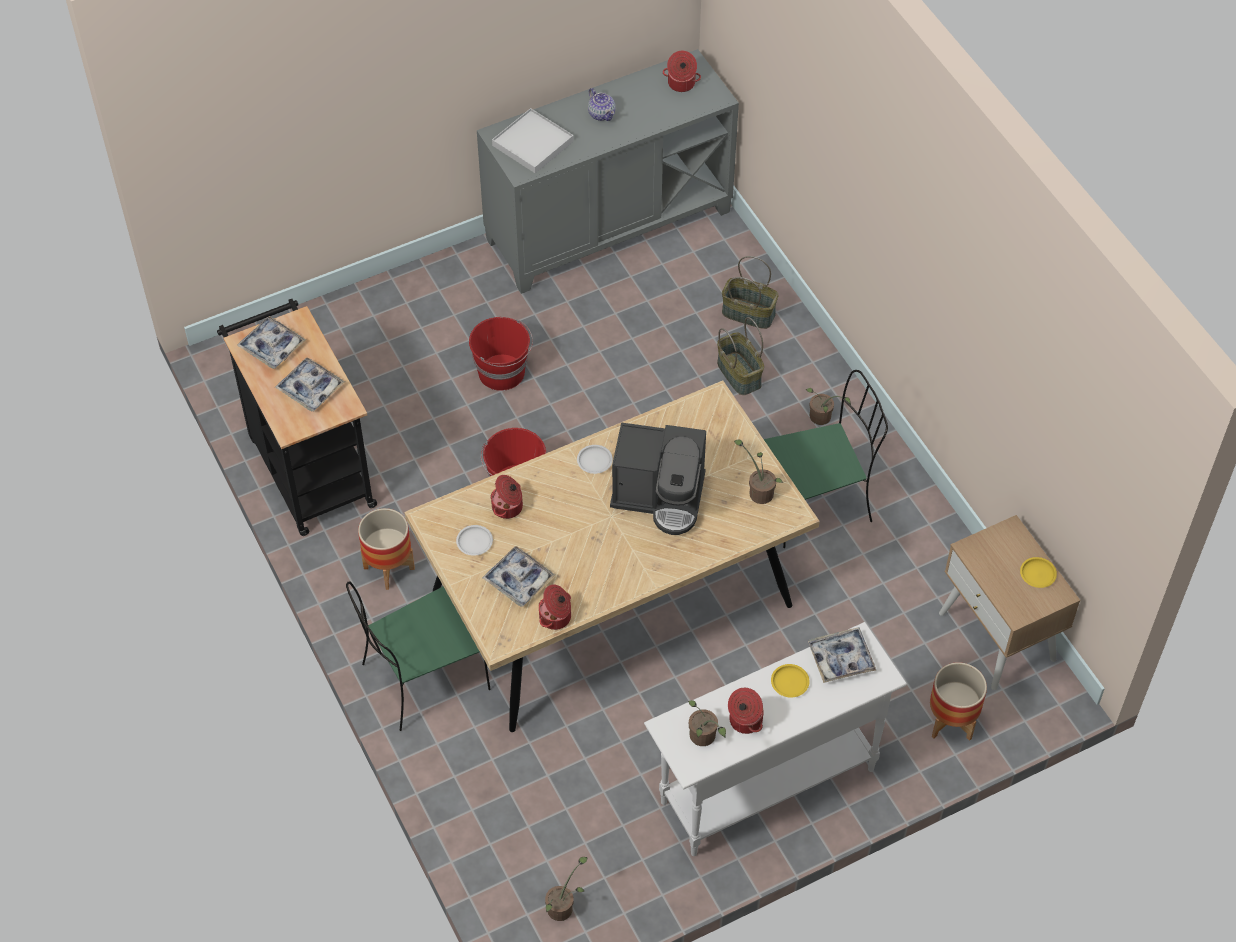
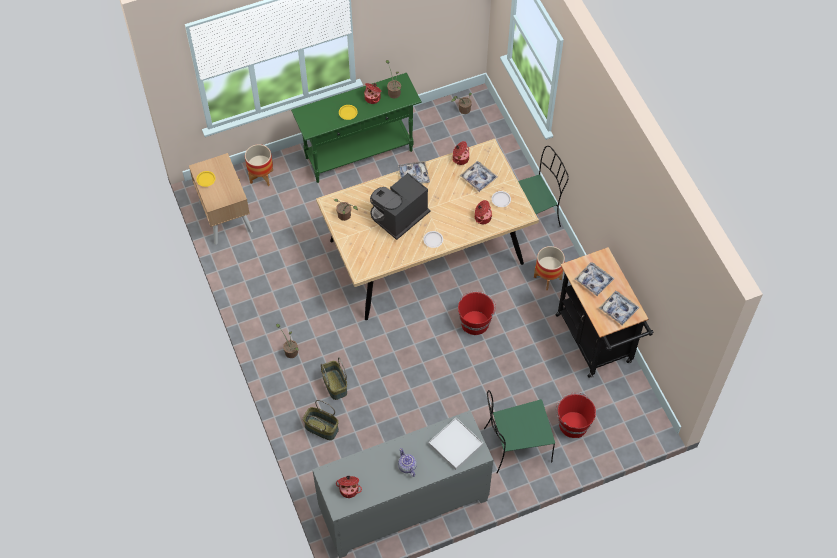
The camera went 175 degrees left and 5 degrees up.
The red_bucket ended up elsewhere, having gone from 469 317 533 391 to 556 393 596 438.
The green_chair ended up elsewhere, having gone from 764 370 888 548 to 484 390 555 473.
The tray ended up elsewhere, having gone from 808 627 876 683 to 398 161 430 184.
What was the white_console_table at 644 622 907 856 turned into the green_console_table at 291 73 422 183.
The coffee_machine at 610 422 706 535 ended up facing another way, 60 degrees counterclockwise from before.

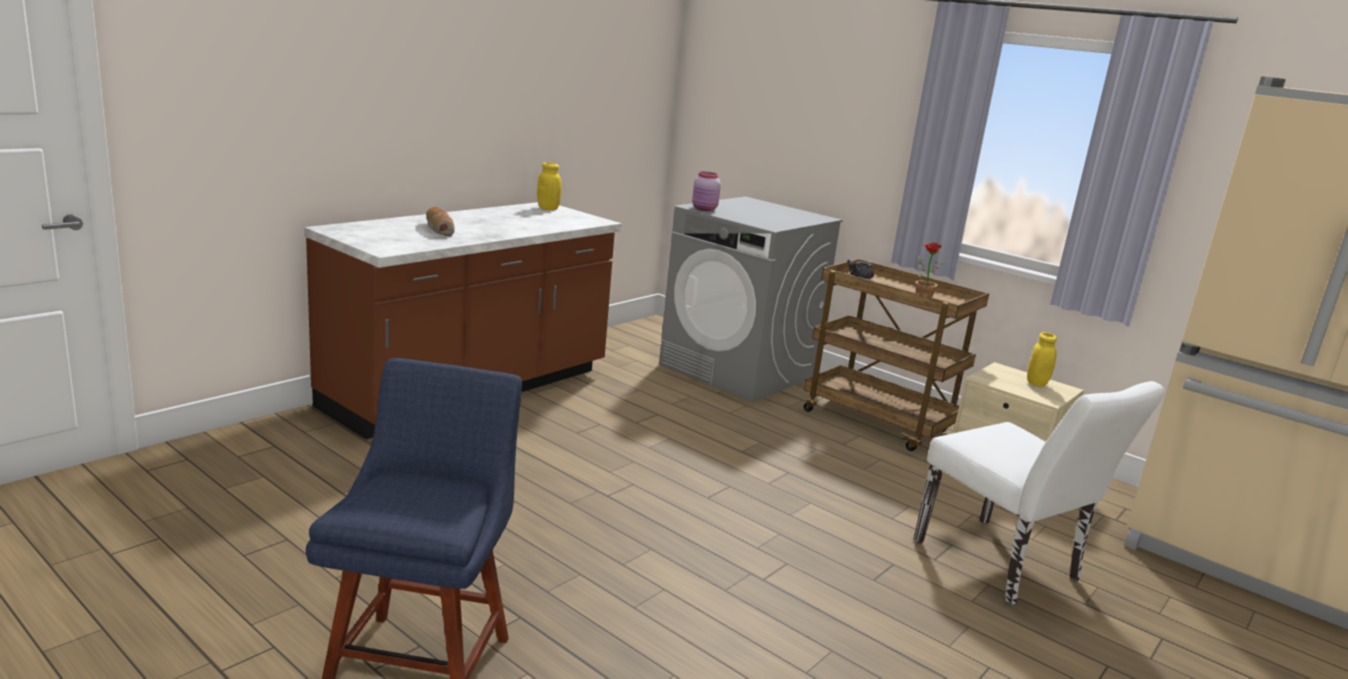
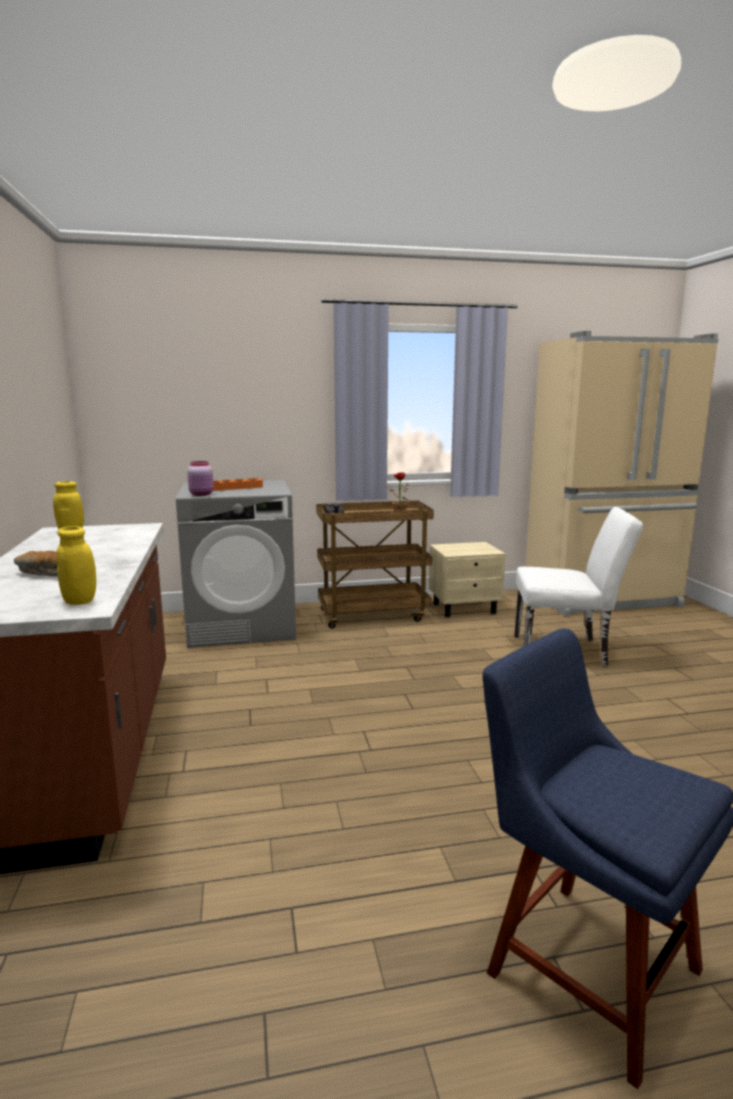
The camera went 50 degrees left and 5 degrees down.
The second view gained the orange_tray at 213 478 263 491.
The yellow_jar ended up elsewhere, having gone from 1027 332 1057 387 to 56 526 96 605.

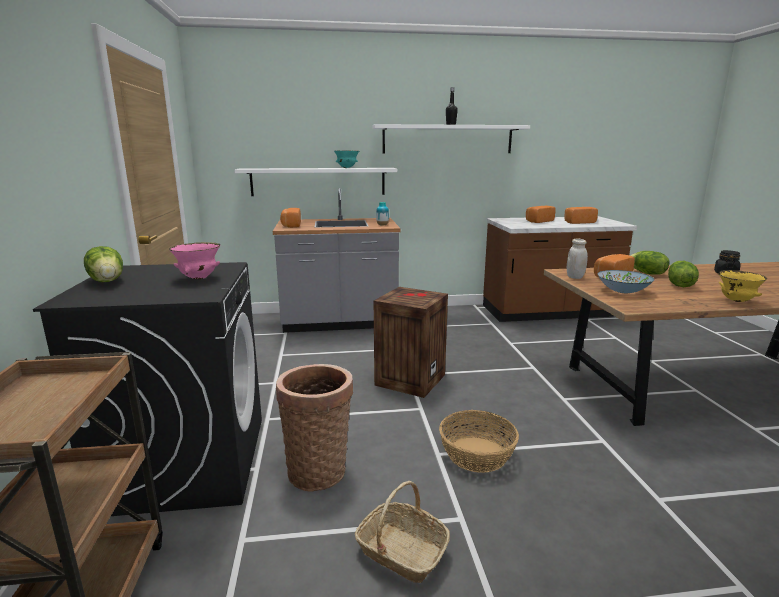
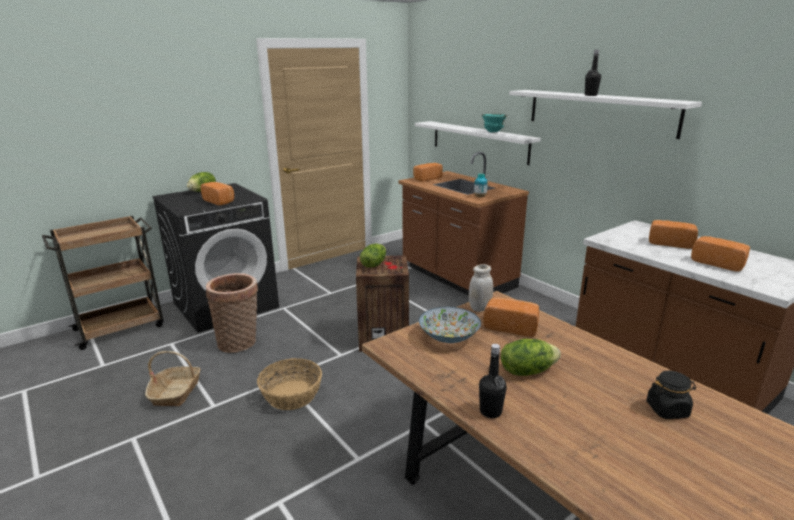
The camera went 60 degrees right and 5 degrees up.
The lettuce ended up elsewhere, having gone from 630 251 669 275 to 360 244 386 268.
Where the pink_bowl stood at 169 242 220 279, the bread came to stand at 201 182 234 205.
Where the yellow_bowl stood at 719 270 767 302, the black_bottle came to stand at 479 344 507 418.
What was the grey_counter at 273 188 401 333 turned into the brown_counter at 398 152 529 296.

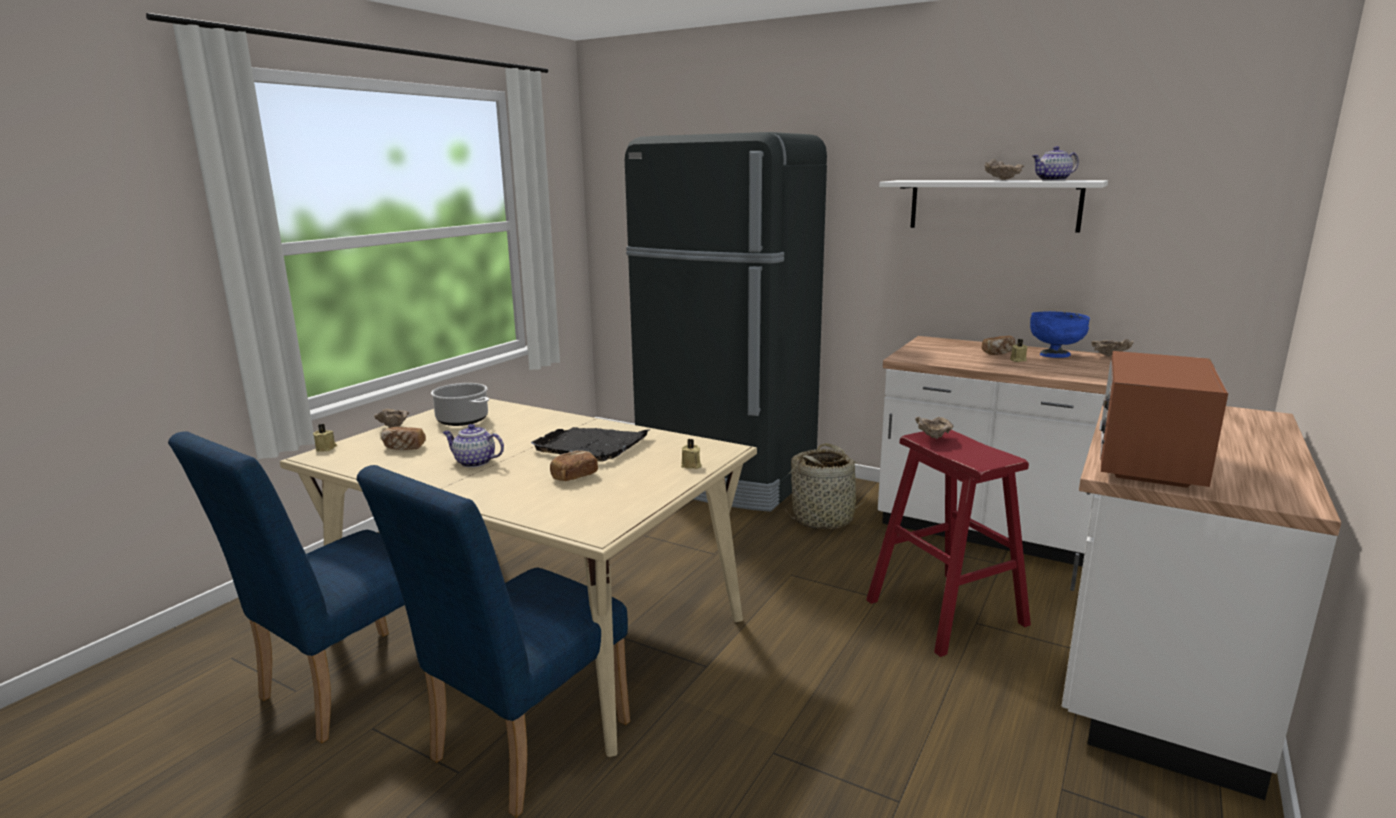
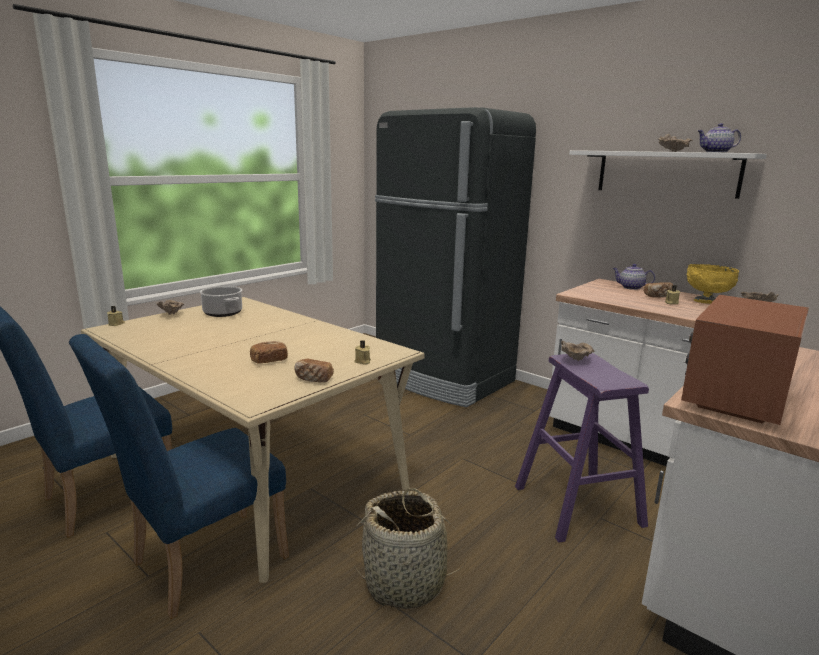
The camera went 10 degrees right and 0 degrees up.
The second view lost the black_tray at 531 427 651 462.
The bread ended up elsewhere, having gone from 381 427 426 450 to 294 359 334 382.
The teapot ended up elsewhere, having gone from 442 424 504 468 to 613 264 655 290.
The basket ended up elsewhere, having gone from 786 443 869 529 to 354 488 468 609.
What was the red_stool at 866 430 1031 657 turned into the purple_stool at 515 353 649 543.
What was the blue_bowl at 1030 311 1090 358 turned into the yellow_bowl at 687 264 739 304.

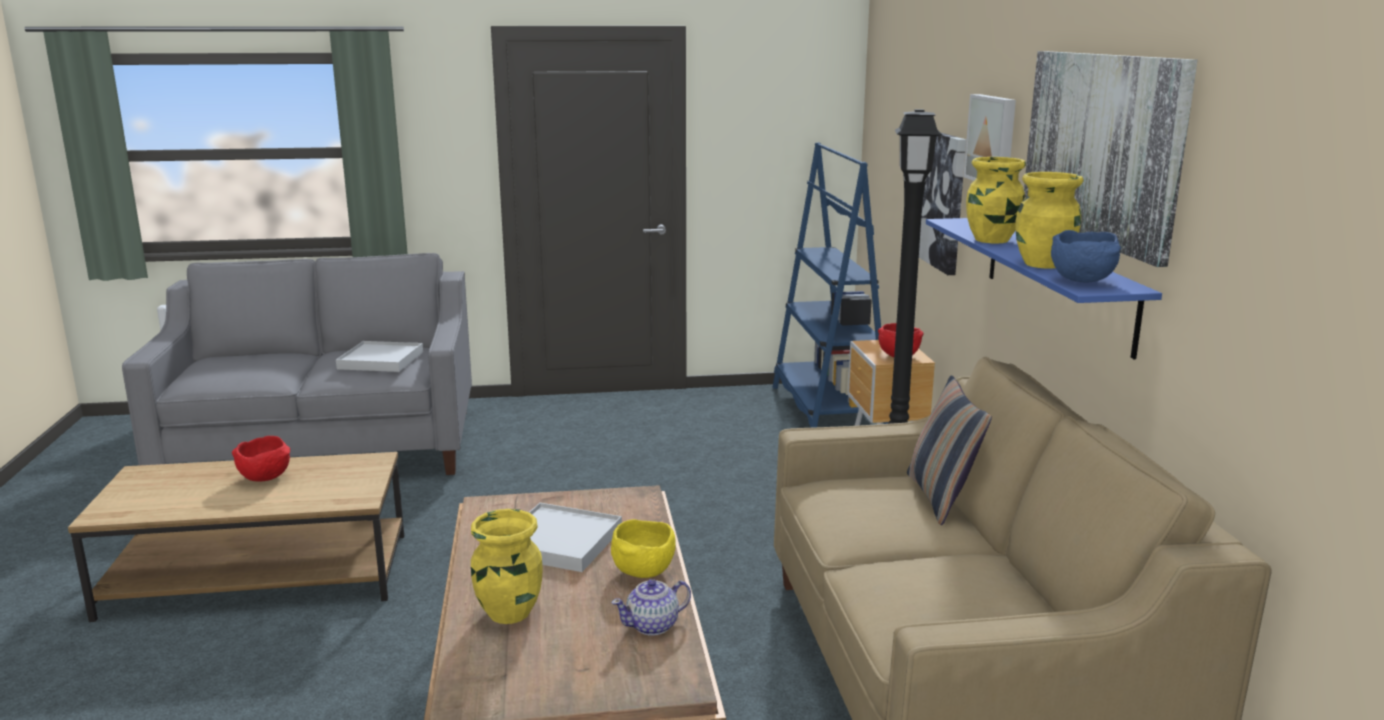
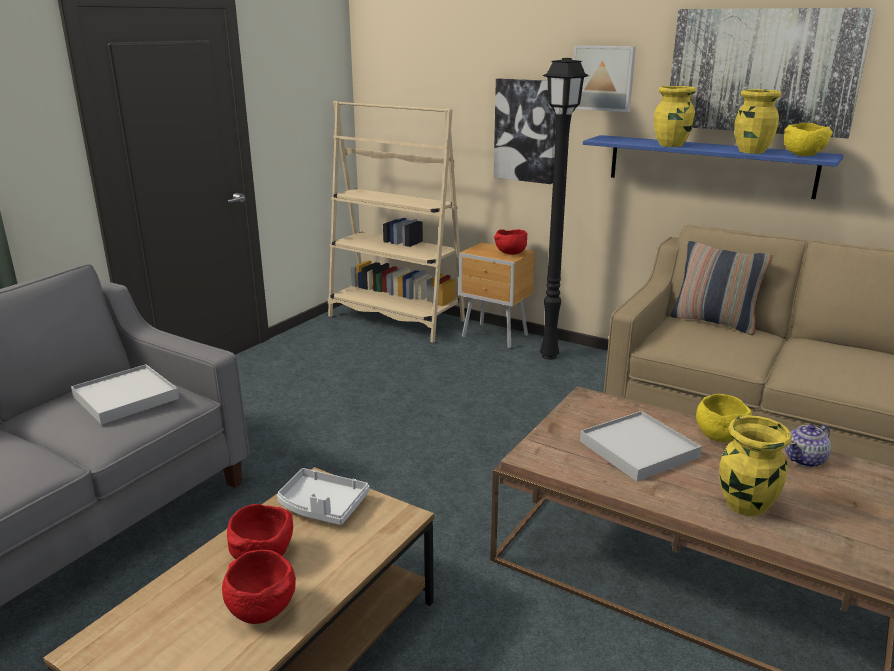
The camera went 50 degrees left and 5 degrees up.
The second view gained the red_bowl at 222 550 296 624.
The second view gained the white_tray at 277 468 369 525.
What was the blue_bookcase at 773 142 888 428 turned into the beige_bookcase at 328 101 465 343.
What was the blue_bowl at 1051 230 1121 283 turned into the yellow_bowl at 784 123 833 156.
The teapot at 612 579 691 635 ended up facing another way, 45 degrees clockwise from before.

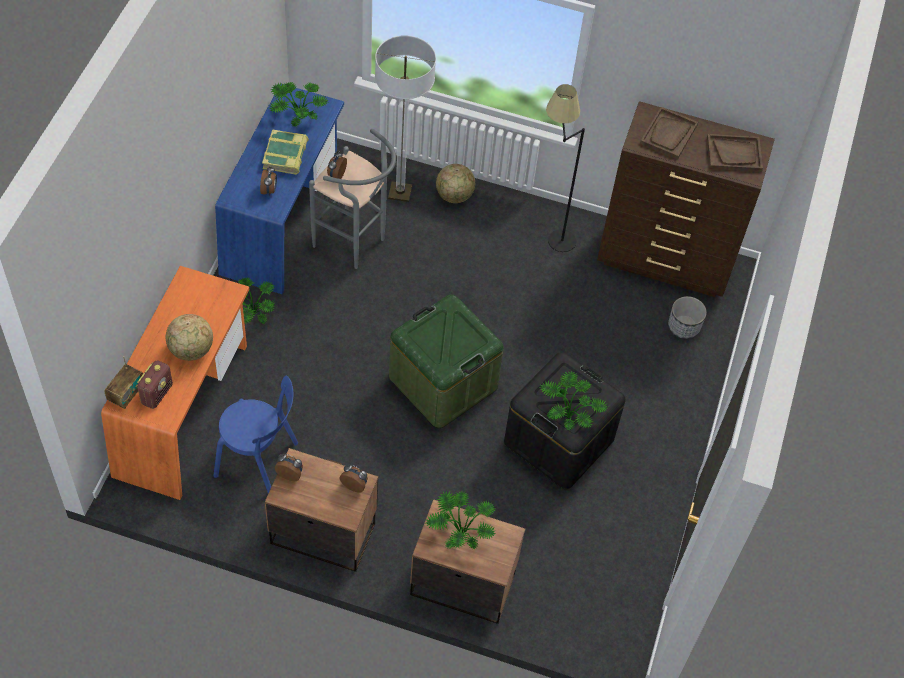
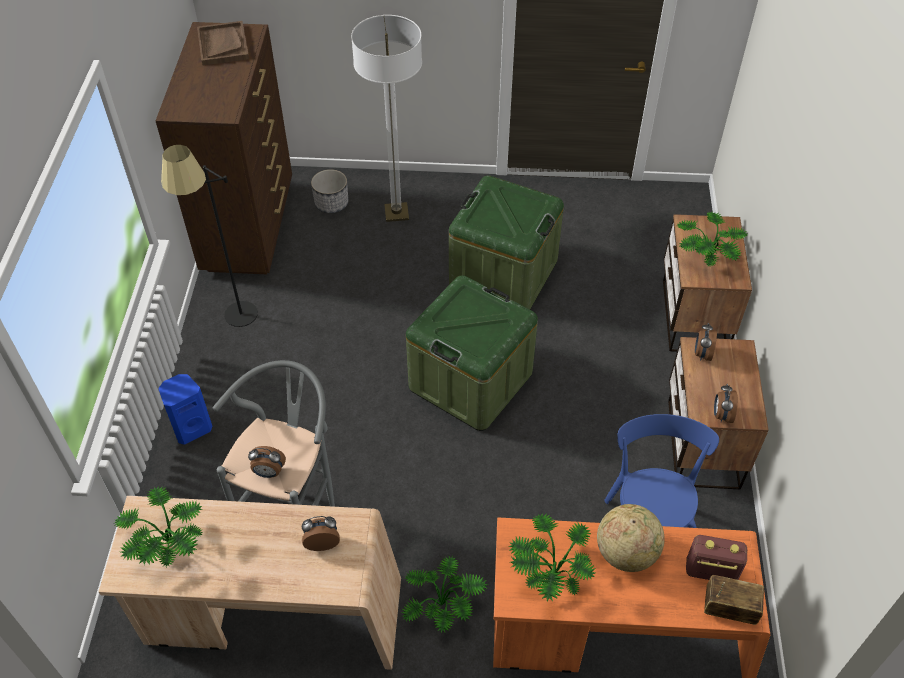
The camera went 100 degrees left and 5 degrees down.
The second view lost the book at 262 130 309 175.
The second view lost the brown_tray at 640 107 698 160.
The floor_lamp ended up elsewhere, having gone from 375 35 436 202 to 351 15 422 222.
The potted_plant ended up elsewhere, having gone from 539 371 608 430 to 509 513 596 601.
Where the globe stood at 436 164 475 203, the blue_speaker came to stand at 158 374 212 445.
What was the blue_desk at 215 84 344 294 turned into the beige_desk at 98 496 401 670.
What was the black_storage_box at 504 352 625 489 turned into the green_storage_box at 449 175 564 309.

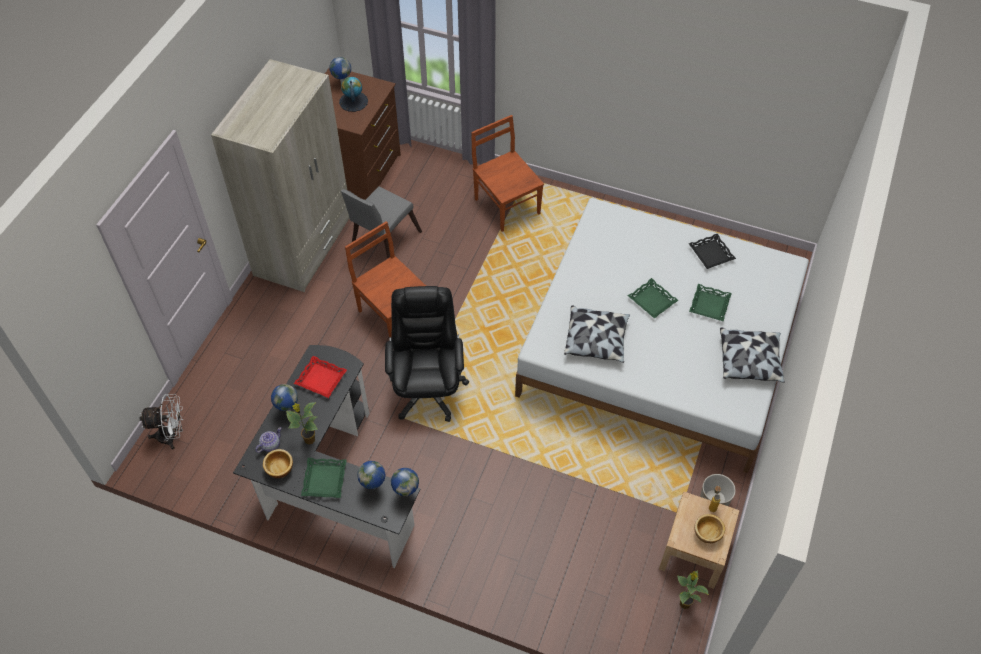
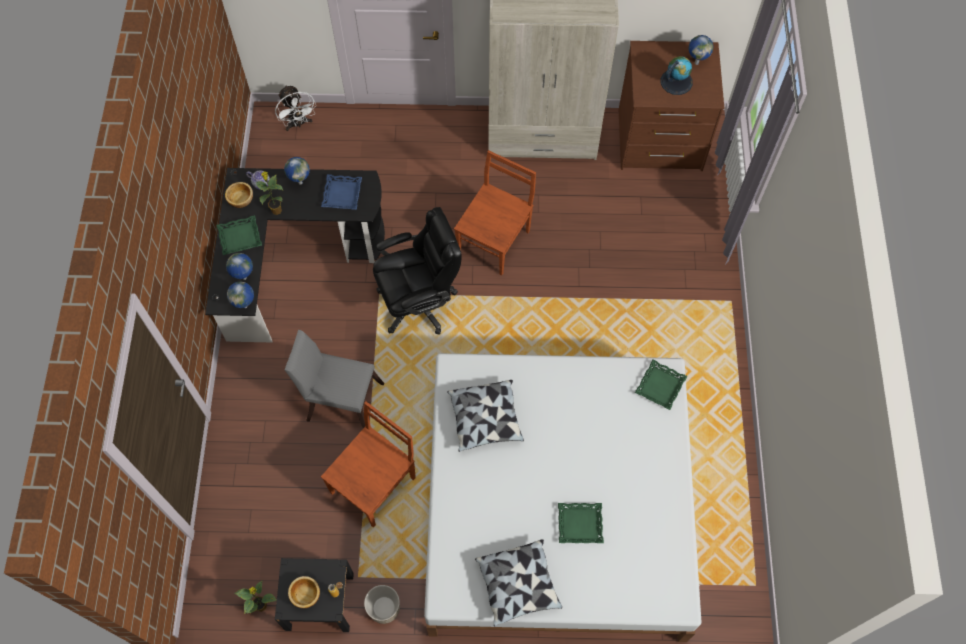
The camera went 70 degrees right and 10 degrees up.
The second view lost the black_tray at 688 234 736 269.
The grey_chair ended up elsewhere, having gone from 341 187 422 259 to 284 330 384 428.
The brown_chair ended up elsewhere, having gone from 471 115 544 232 to 321 401 416 527.
The green_tray ended up elsewhere, having gone from 628 278 678 319 to 635 359 687 410.
What was the red_tray at 294 356 347 398 turned into the blue_tray at 321 174 362 210.
What was the beige_nightstand at 659 492 740 589 turned into the black_nightstand at 275 558 354 632.

